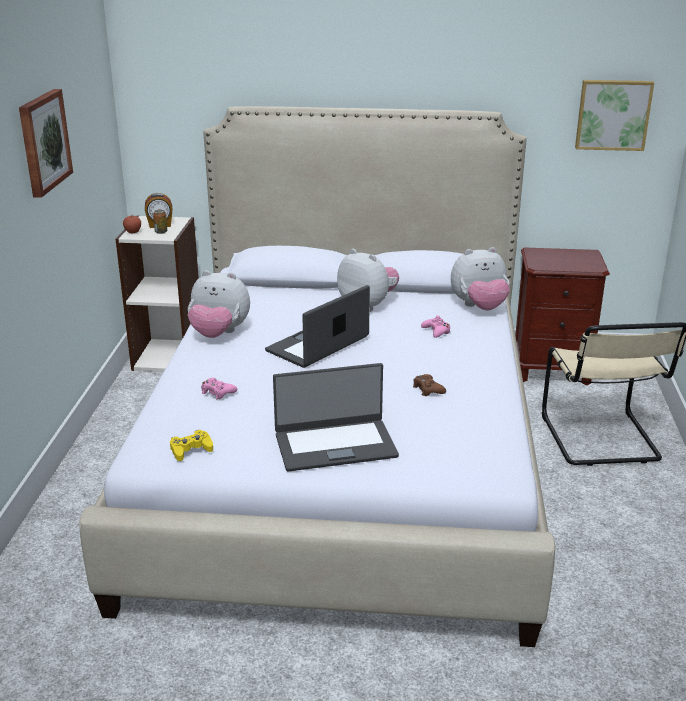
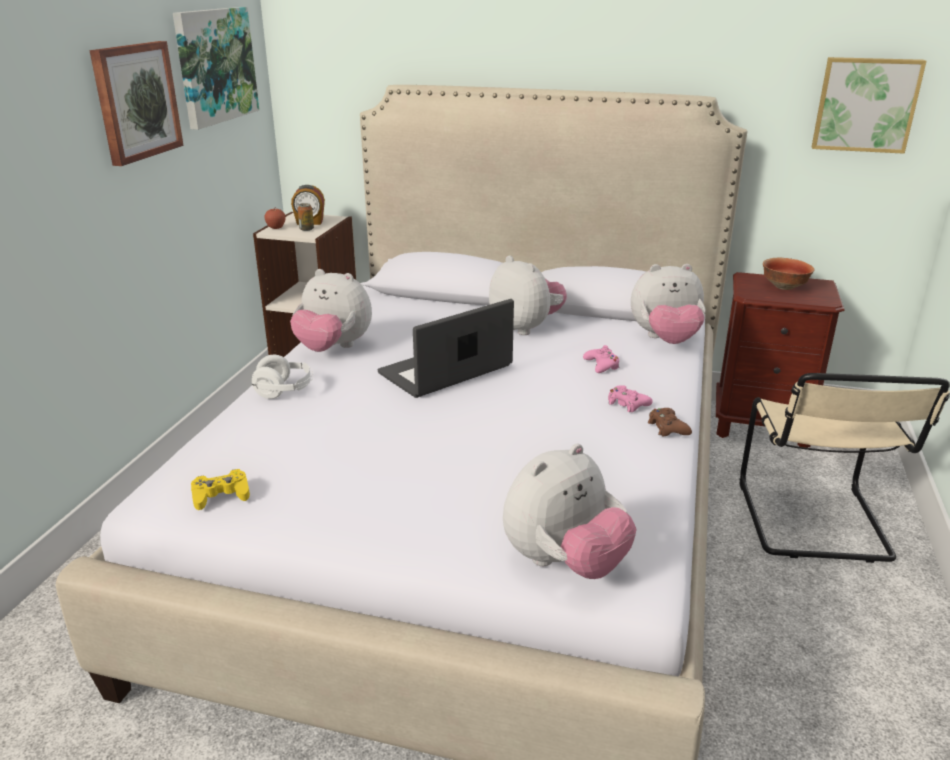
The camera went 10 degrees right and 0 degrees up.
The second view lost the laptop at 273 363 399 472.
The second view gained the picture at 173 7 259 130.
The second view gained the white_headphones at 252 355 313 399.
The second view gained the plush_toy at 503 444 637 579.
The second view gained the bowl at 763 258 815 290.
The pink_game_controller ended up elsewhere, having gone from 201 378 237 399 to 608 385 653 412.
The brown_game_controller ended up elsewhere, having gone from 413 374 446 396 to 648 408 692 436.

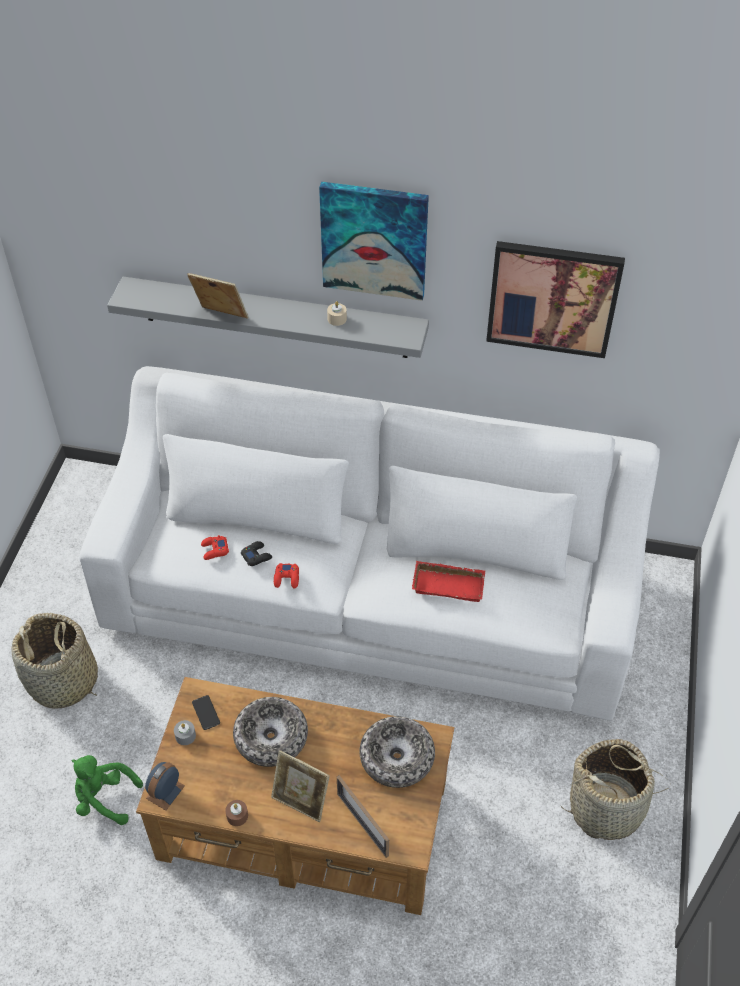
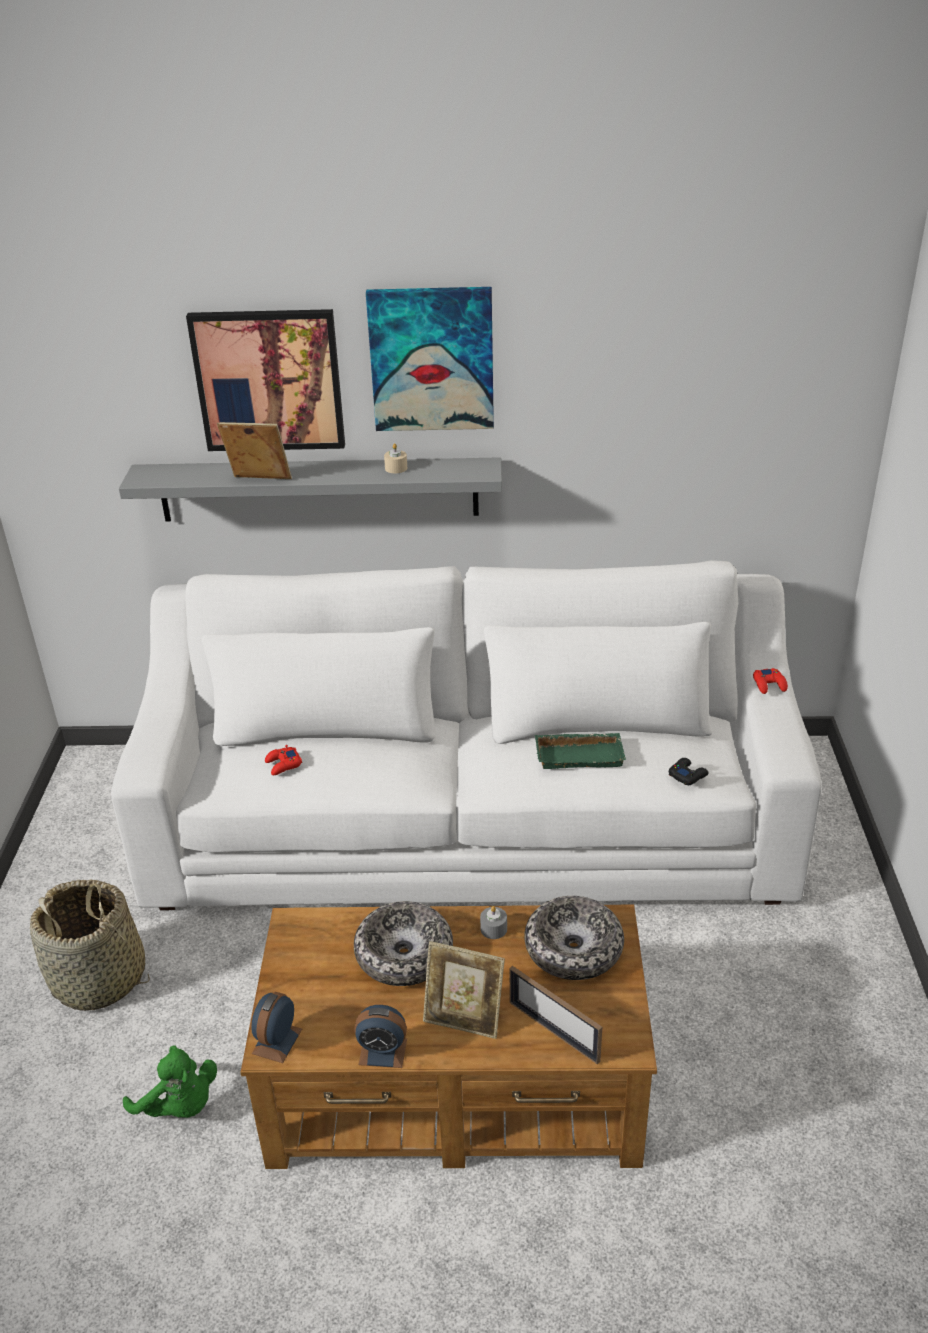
The camera went 10 degrees left and 15 degrees down.
The second view lost the phone at 192 695 220 730.
The second view lost the basket at 561 739 668 840.
The grey_candle ended up elsewhere, having gone from 174 720 196 745 to 480 906 507 939.
The black_game_controller ended up elsewhere, having gone from 241 541 272 566 to 669 758 709 785.
The red_game_controller ended up elsewhere, having gone from 274 563 299 589 to 753 668 788 694.
The picture ended up elsewhere, having gone from 486 241 625 358 to 186 309 345 451.
Where the brown_candle stood at 225 800 248 826, the alarm_clock came to stand at 354 1005 407 1068.
What was the red_tray at 412 561 486 602 turned into the green_tray at 535 733 626 769.
The green_plush_toy at 72 755 143 825 ended up facing another way, 150 degrees counterclockwise from before.

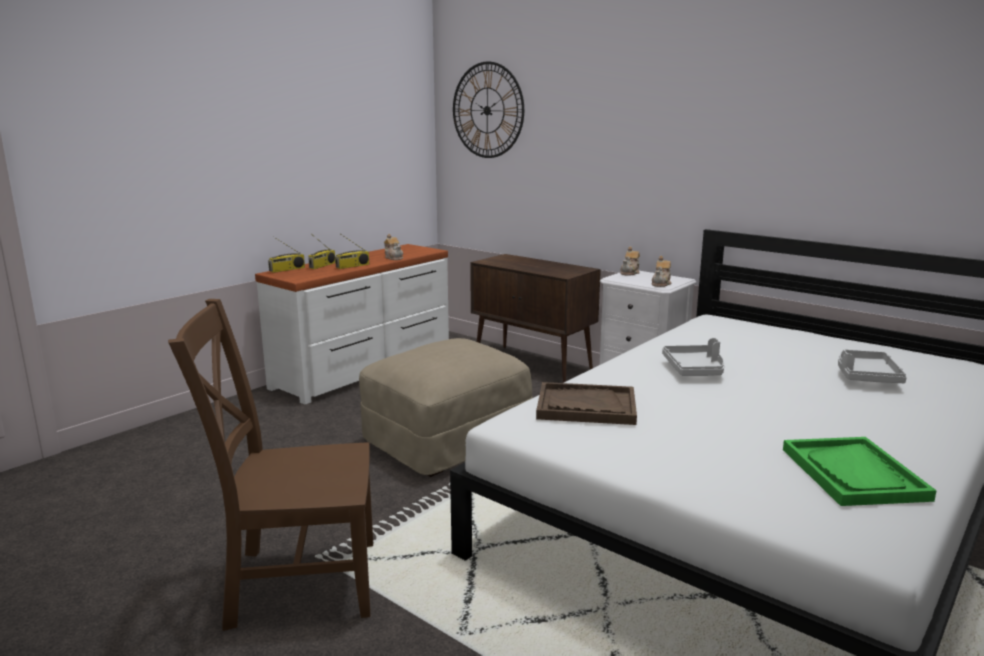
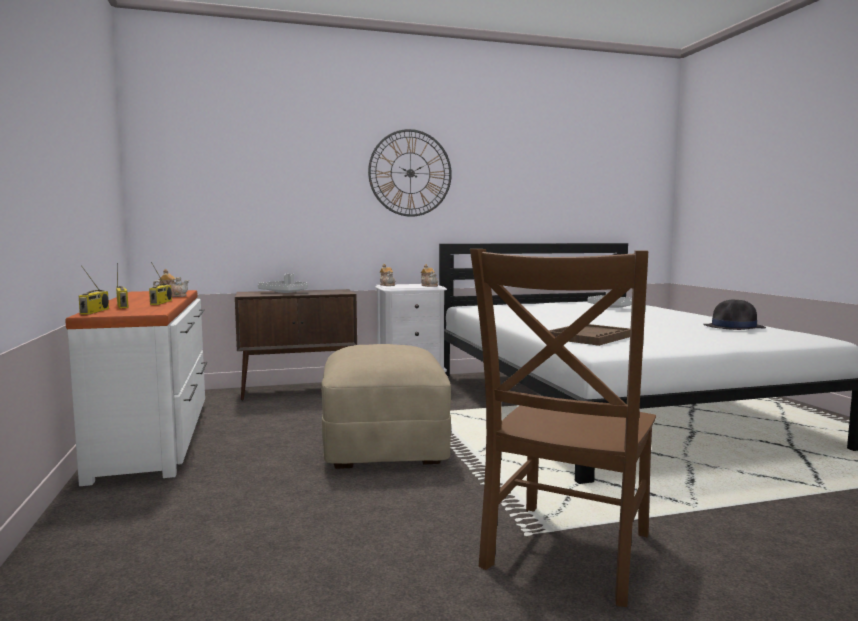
The camera went 55 degrees left and 10 degrees down.
The wall_clock ended up elsewhere, having gone from 453 62 524 158 to 368 129 452 217.
The grey_tray ended up elsewhere, having gone from 662 338 725 376 to 258 274 308 293.
Where the green_tray stood at 783 437 937 506, the black_hat came to stand at 703 300 766 330.

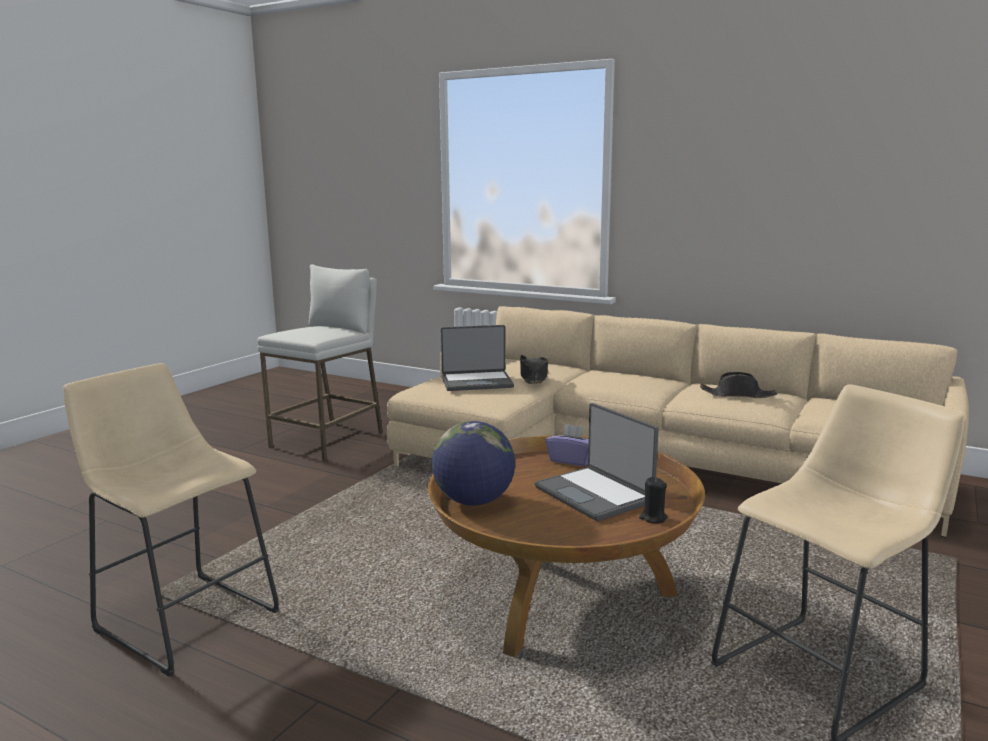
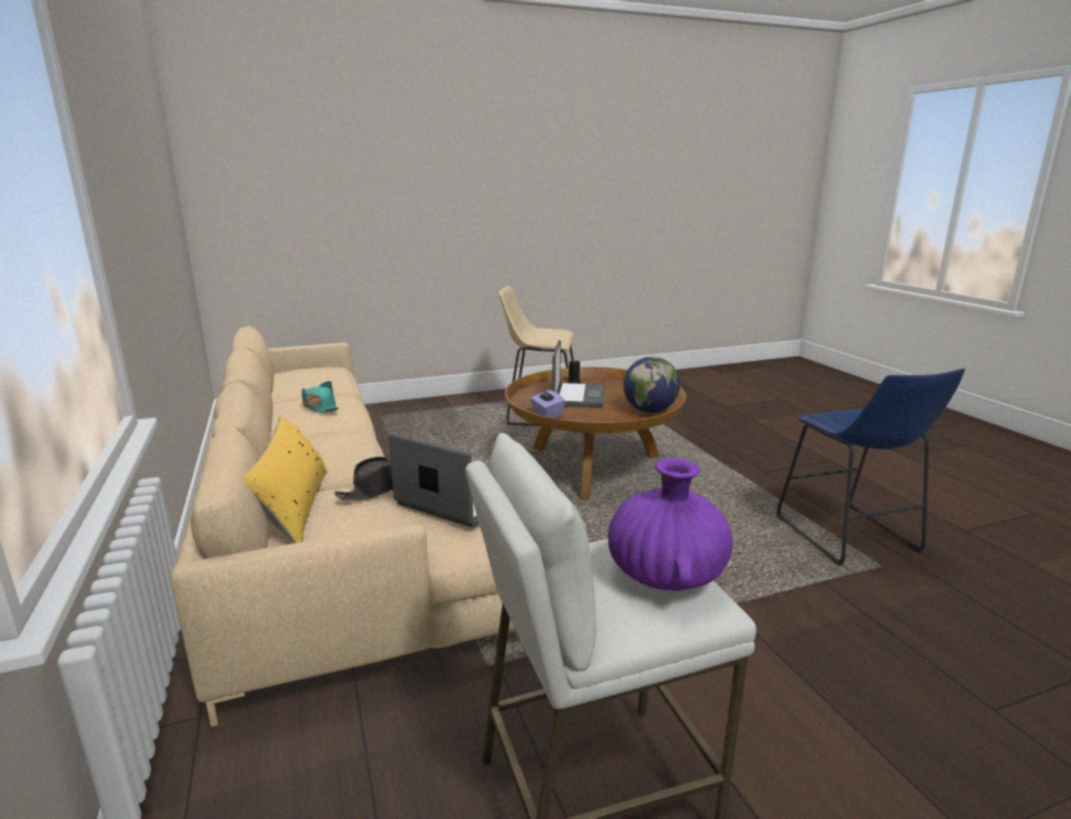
The camera went 140 degrees left and 5 degrees up.
The second view gained the yellow_pillow at 243 415 327 543.
The second view gained the purple_vase at 608 458 733 591.
What was the beige_stool at 63 363 279 677 turned into the blue_stool at 776 368 965 566.
What was the black_hat at 700 372 778 398 turned into the turquoise_hat at 301 381 339 413.

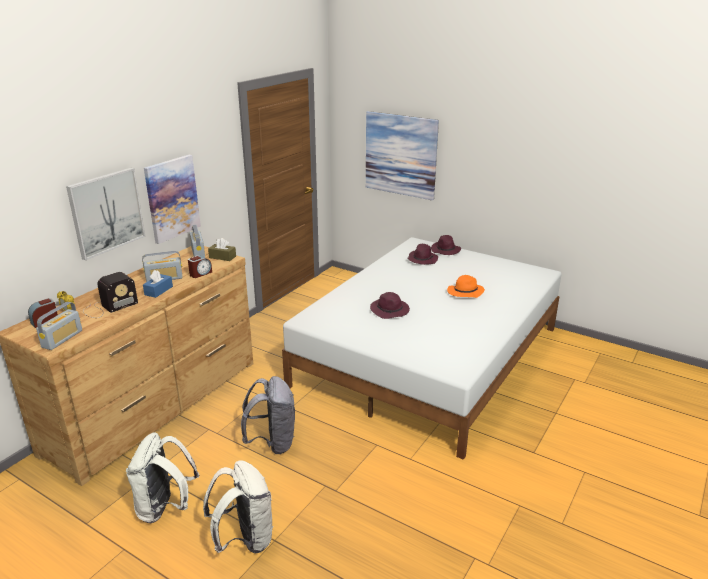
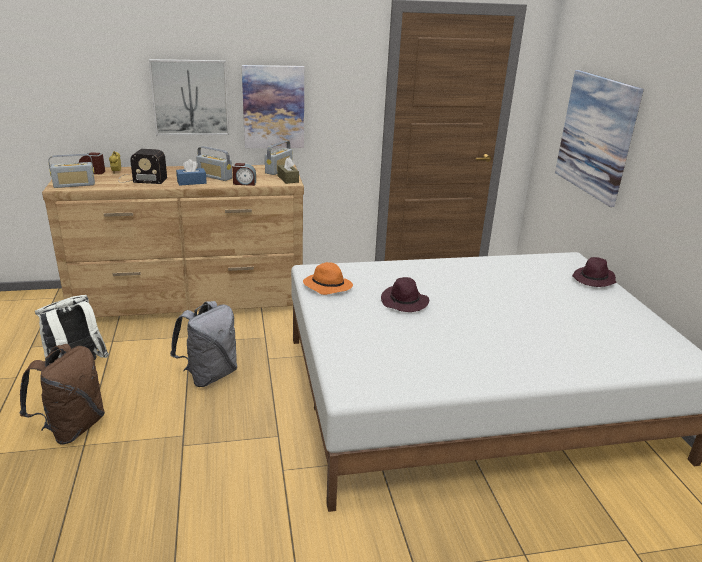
The camera went 45 degrees right and 0 degrees up.
The second view lost the purple_hat at 408 244 438 265.
The orange_hat ended up elsewhere, having gone from 447 275 485 298 to 303 262 353 295.
What was the white_backpack at 203 460 274 553 turned into the brown_backpack at 19 344 105 445.

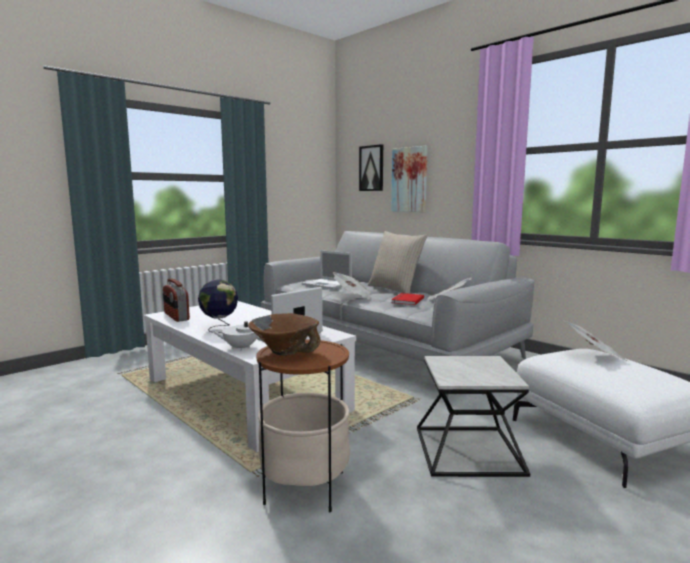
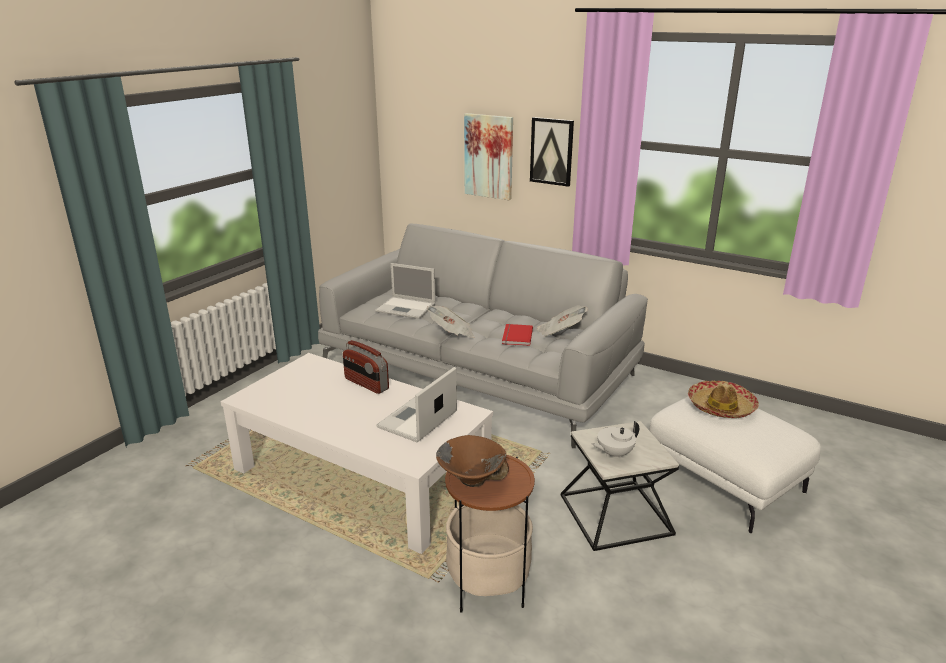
The camera went 15 degrees left and 15 degrees up.
The second view lost the globe at 198 279 238 333.
The second view lost the beige_pillow at 368 231 427 294.
The radio ended up elsewhere, having gone from 163 279 190 322 to 343 340 389 394.
The white_teapot ended up elsewhere, having gone from 212 321 258 351 to 592 421 639 459.
The picture ended up elsewhere, having gone from 359 144 383 191 to 530 117 574 187.
Where the newspaper stood at 564 321 627 361, the hat came to stand at 688 380 759 418.

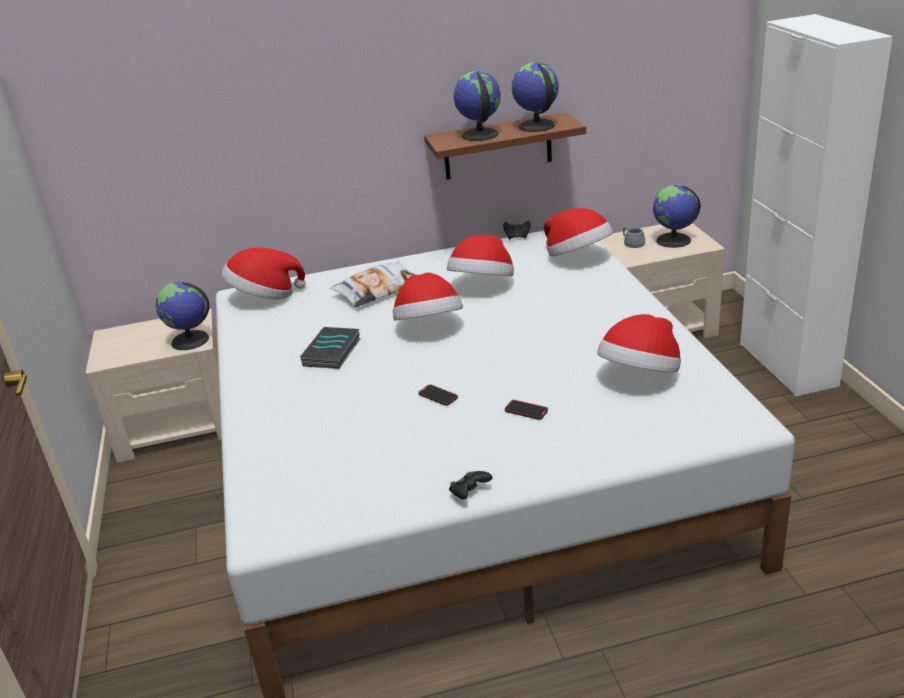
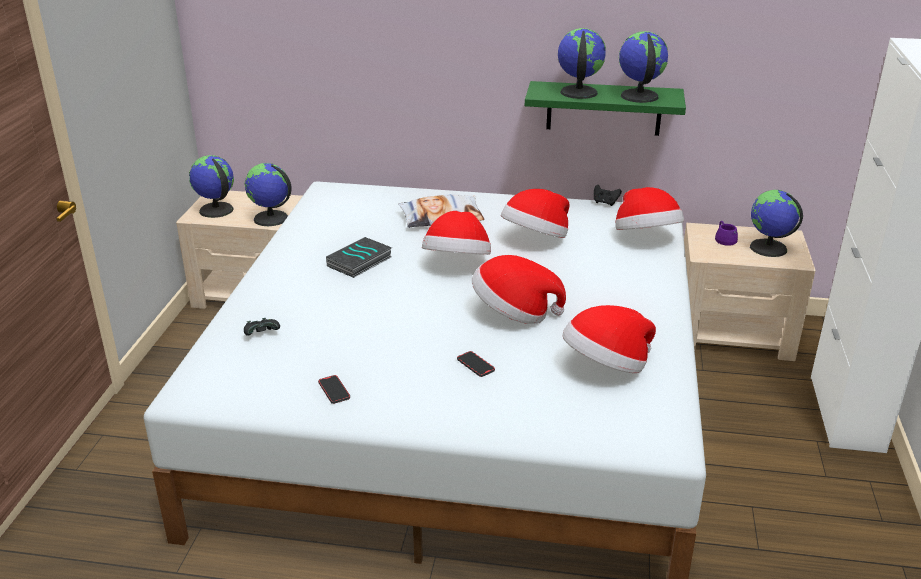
The camera went 20 degrees right and 0 degrees up.
The second view gained the globe at 189 155 234 218.
The hat ended up elsewhere, having gone from 222 248 306 299 to 472 255 566 324.
The phone ended up elsewhere, having gone from 418 384 458 406 to 318 375 350 404.
The black_game_controller ended up elsewhere, having gone from 449 471 492 499 to 244 318 280 336.
What was the brown_shelf at 424 112 586 180 turned into the green_shelf at 525 81 686 136.
What was the grey_mug at 623 227 645 248 turned into the purple_mug at 715 221 738 246.

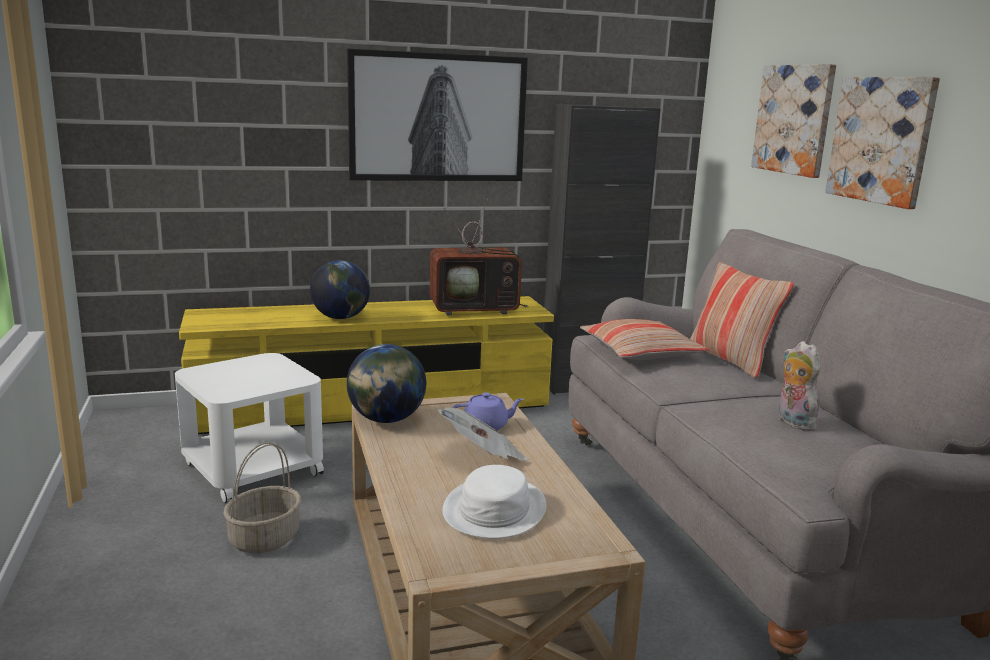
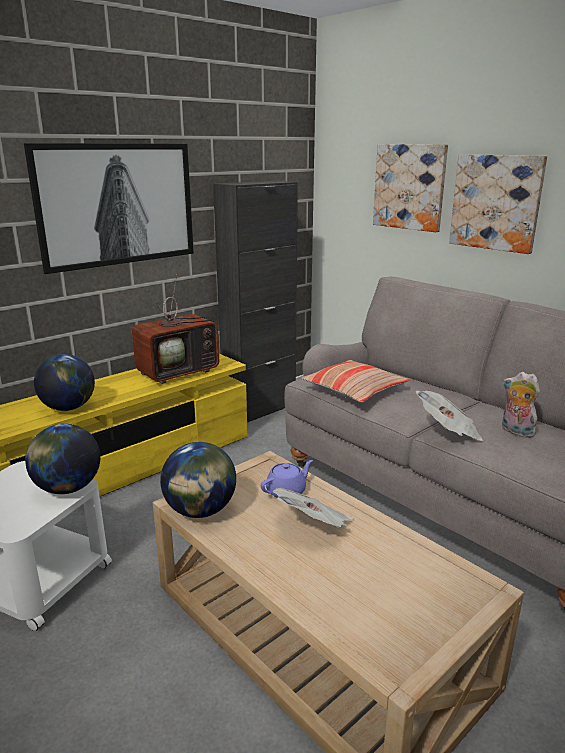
The camera went 25 degrees left and 5 degrees up.
The second view lost the basket at 223 442 301 553.
The second view lost the white_hat at 443 465 546 539.
The second view lost the pillow at 690 262 794 378.
The second view gained the globe at 25 424 100 494.
The second view gained the newspaper at 416 390 484 441.

